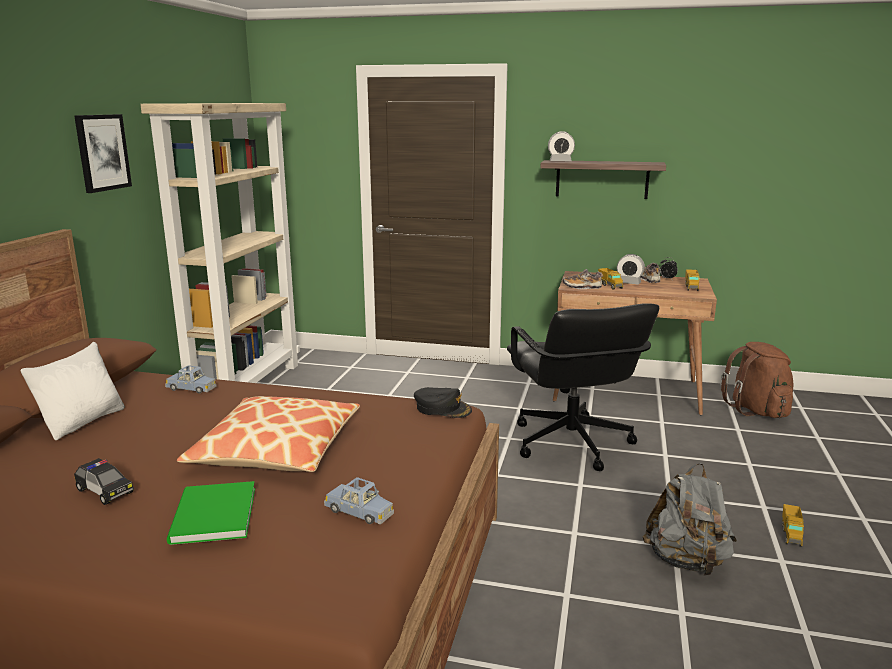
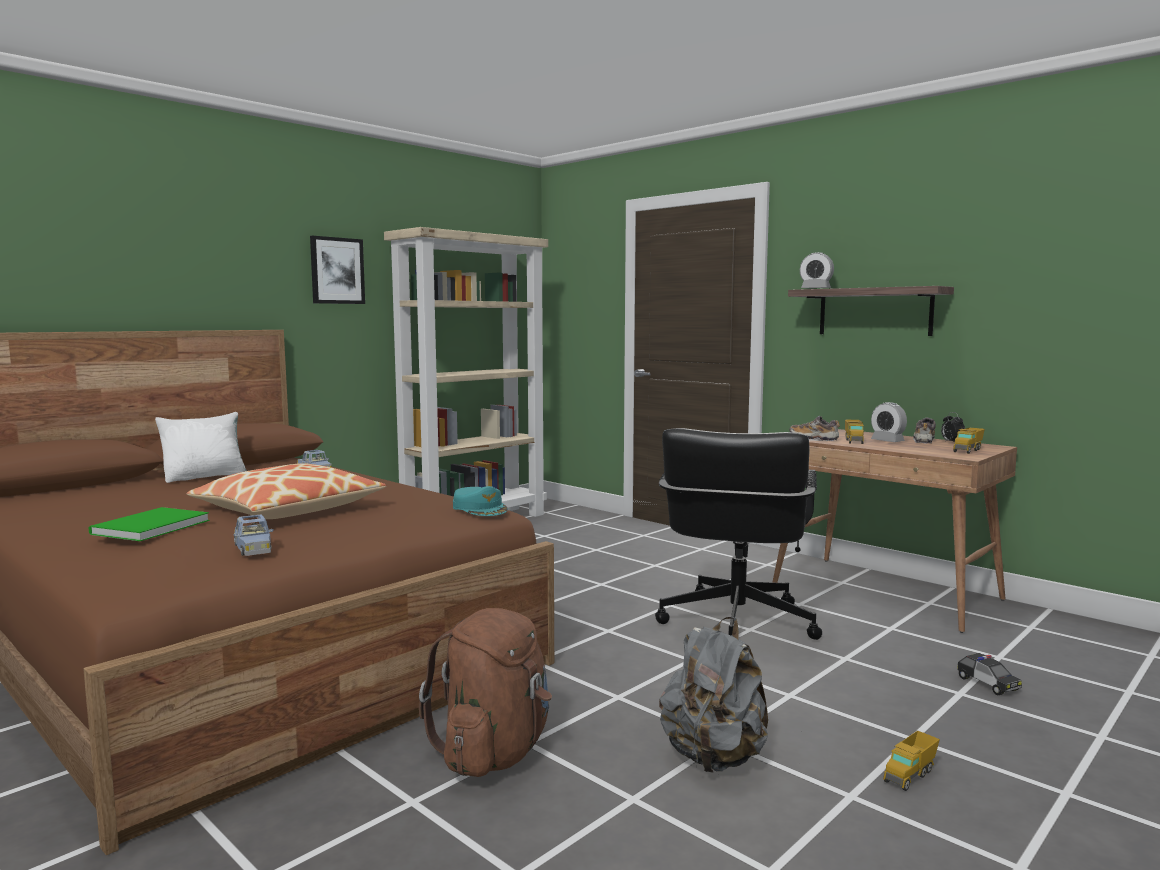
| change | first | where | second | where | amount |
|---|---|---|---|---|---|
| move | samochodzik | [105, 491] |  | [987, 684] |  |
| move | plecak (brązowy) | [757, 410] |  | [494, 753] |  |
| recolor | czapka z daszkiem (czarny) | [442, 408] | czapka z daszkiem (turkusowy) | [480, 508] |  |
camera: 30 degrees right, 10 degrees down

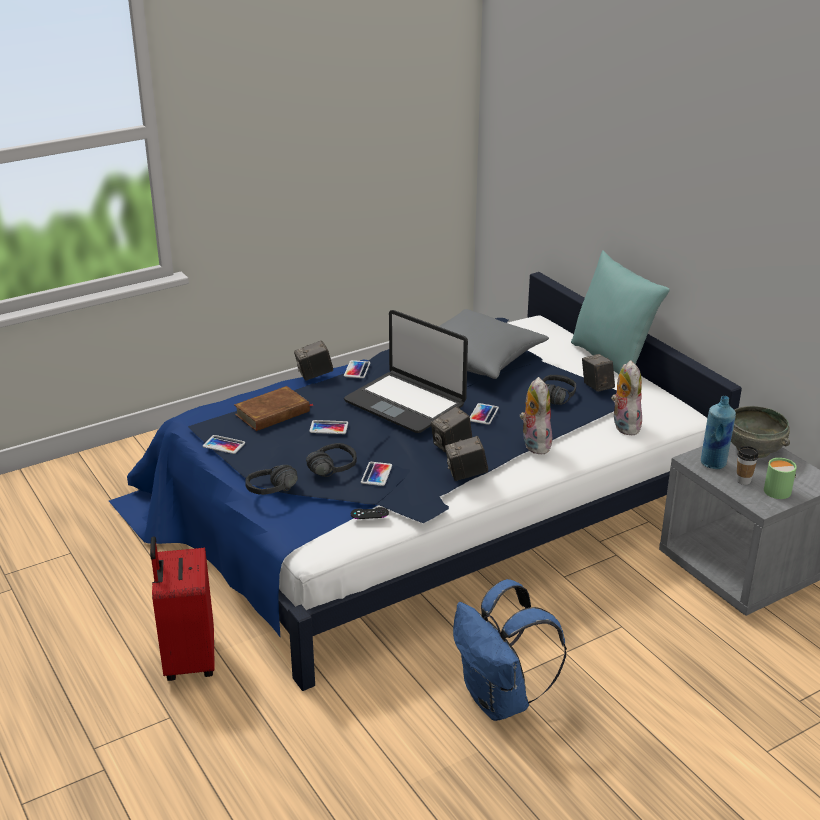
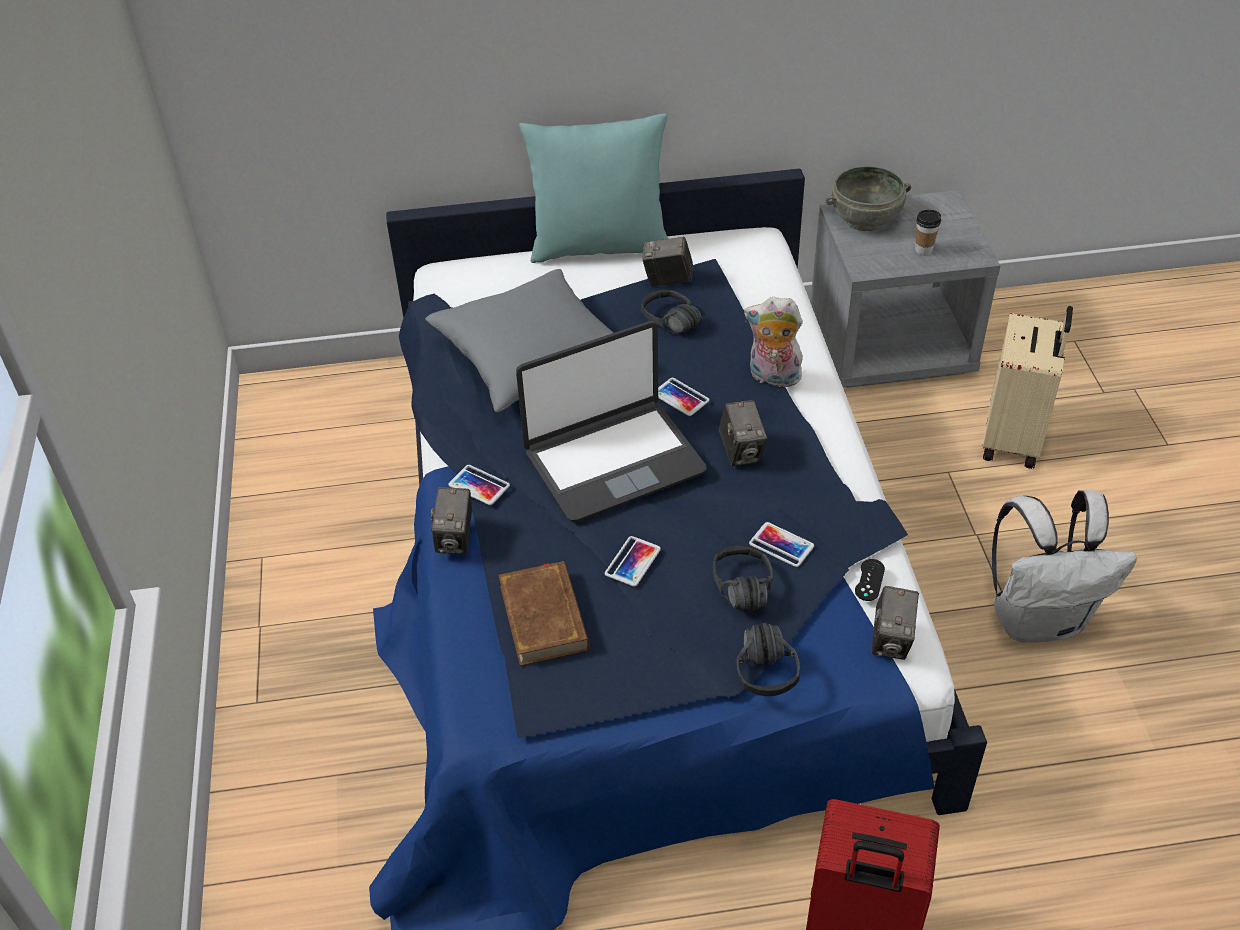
| change | first | where | second | where | amount |
|---|---|---|---|---|---|
| delete | telefon | [224, 445] |  |  |  |
| delete | pluszak | [623, 425] |  |  |  |
| delete | butelka (niebieski) | [713, 463] |  |  |  |
| delete | kubek (zielony) | [776, 489] |  |  |  |
| insert |  |  | walizka (beżowy) | [1014, 440] |  |
| move | aparat fotograficzny | [466, 474] |  | [891, 641] |  |
| recolor | plecak (niebieski) | [500, 700] | plecak (biały) | [1039, 619] |  |
camera: 65 degrees left, 15 degrees up

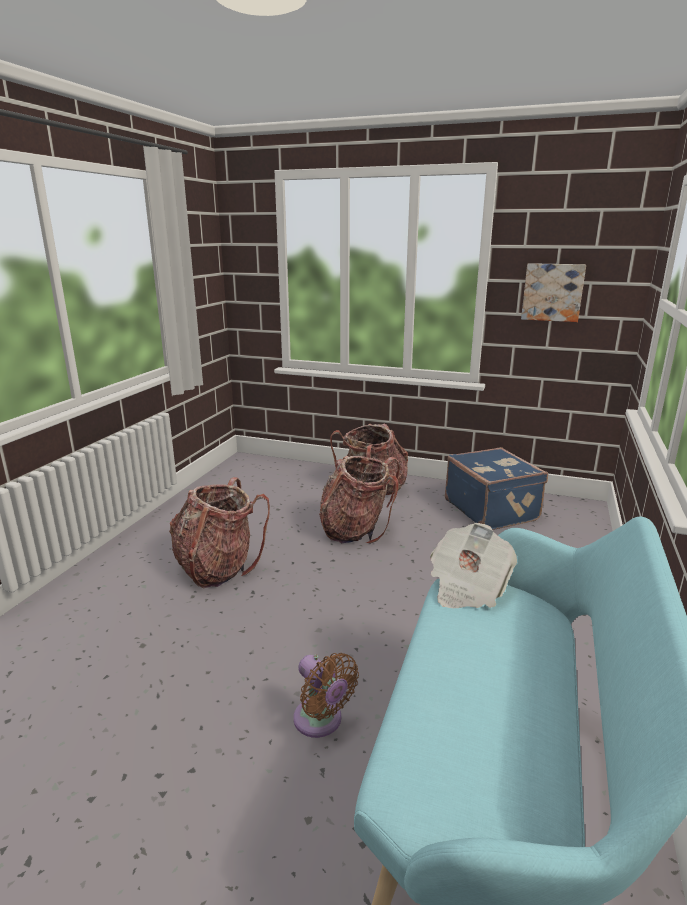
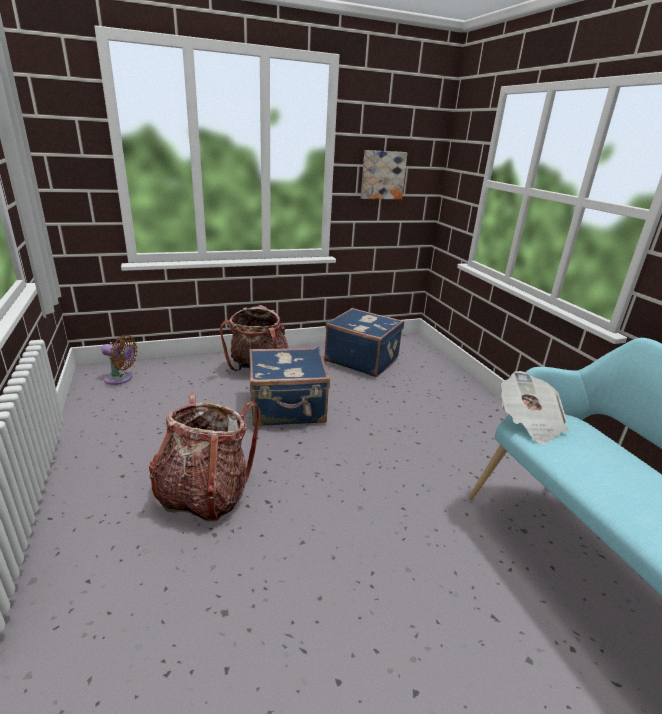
| change | first | where | second | where | amount |
|---|---|---|---|---|---|
| move | wentylator (brązowy) | [321, 721] |  | [121, 378] |  |
| replace | plecak | [356, 530] | walizka (niebieski) | [287, 409] |  |
camera: 40 degrees left, 5 degrees up

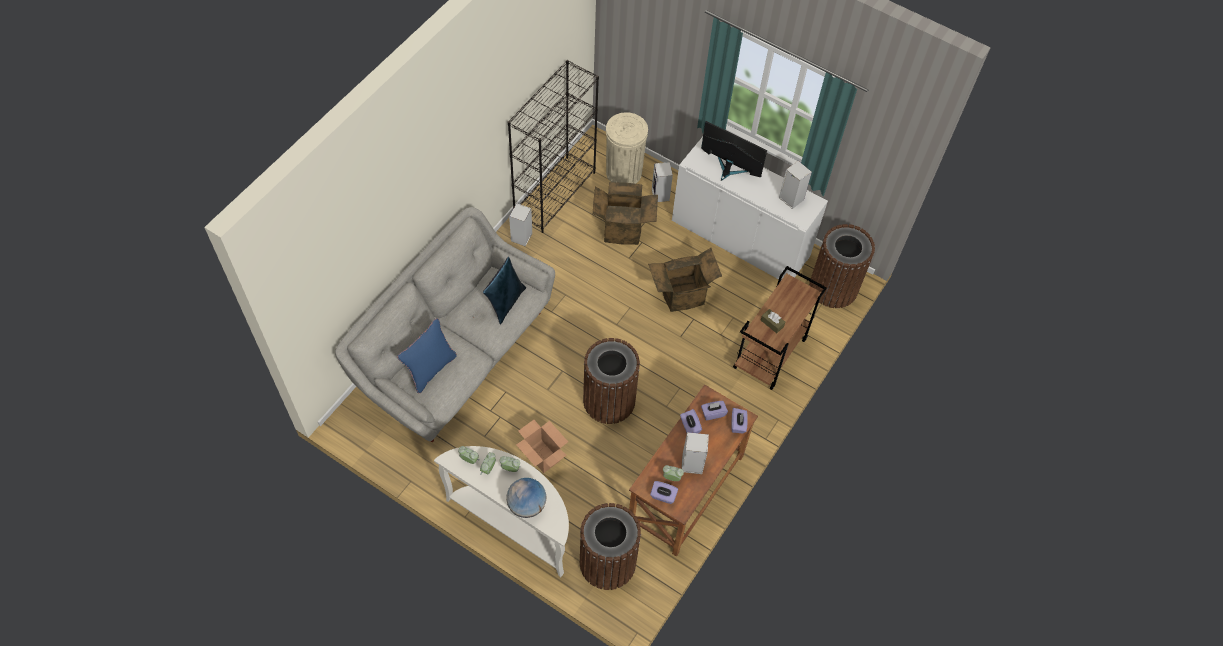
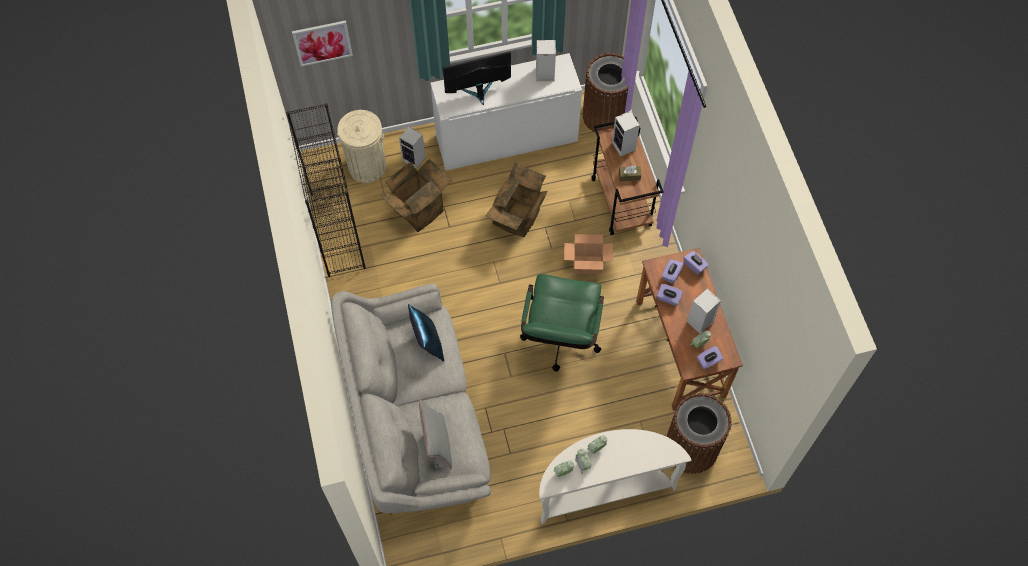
| change | first | where | second | where | amount |
|---|---|---|---|---|---|
| delete | globus | [527, 505] |  |  |  |
| insert |  |  | obraz | [322, 42] |  |
| move | głośnik | [521, 238] |  | [624, 147] |  |
| move | karton | [542, 456] |  | [586, 265] |  |
| replace | kosz na śmieci (brązowy) | [609, 400] | krzesło biurowe (zielony) | [560, 341] |  |
| recolor | poduszka (niebieski) | [430, 369] | poduszka (szary) | [437, 444] |  |
camera: 45 degrees left, 5 degrees up

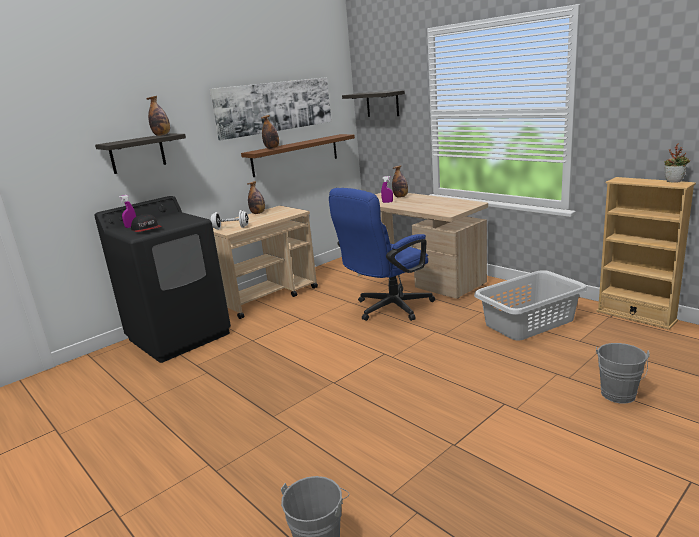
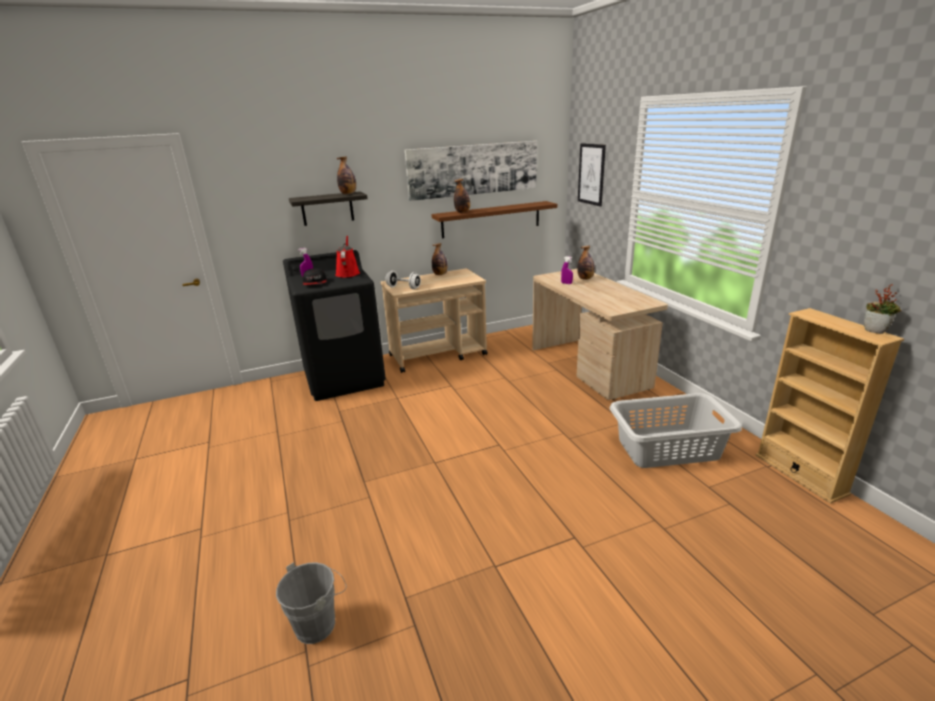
| change | first | where | second | where | amount |
|---|---|---|---|---|---|
| delete | krzesło biurowe (niebieski) | [387, 309] |  |  |  |
| delete | wiadro (szary) | [618, 396] |  |  |  |
| insert |  |  | konewka (czerwony) | [348, 273] |  |
| replace | półka | [382, 104] | obraz | [591, 174] |  |
camera: 20 degrees right, 5 degrees up

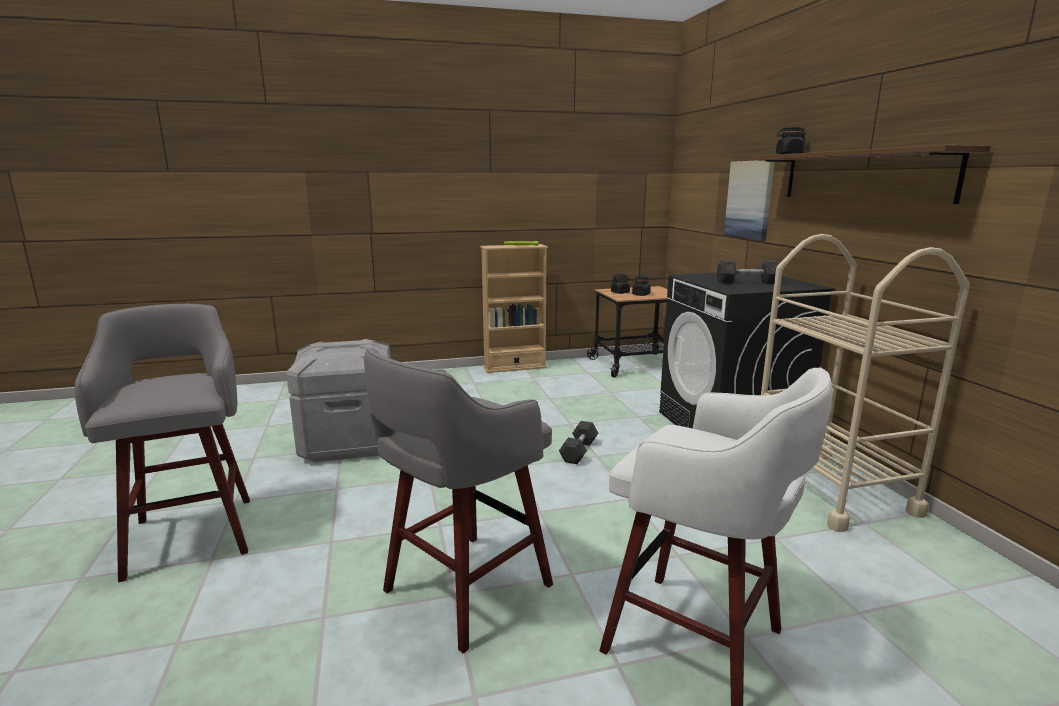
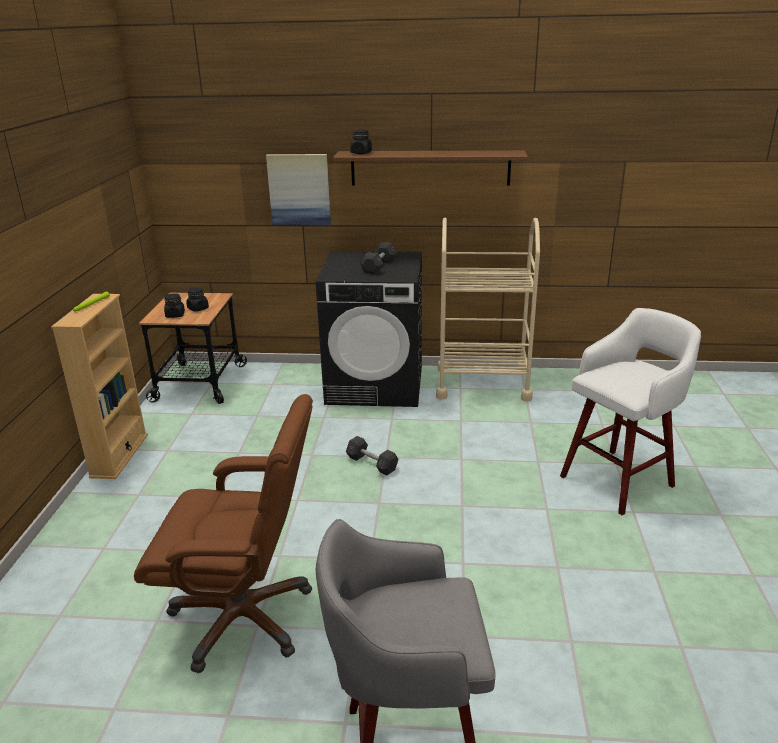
| change | first | where | second | where | amount |
|---|---|---|---|---|---|
| delete | stołek (szary) | [463, 590] |  |  |  |
| replace | pojemnik do przechowywania (szary) | [349, 442] | krzesło biurowe (brązowy) | [244, 617] |  |
camera: 70 degrees left, 10 degrees up

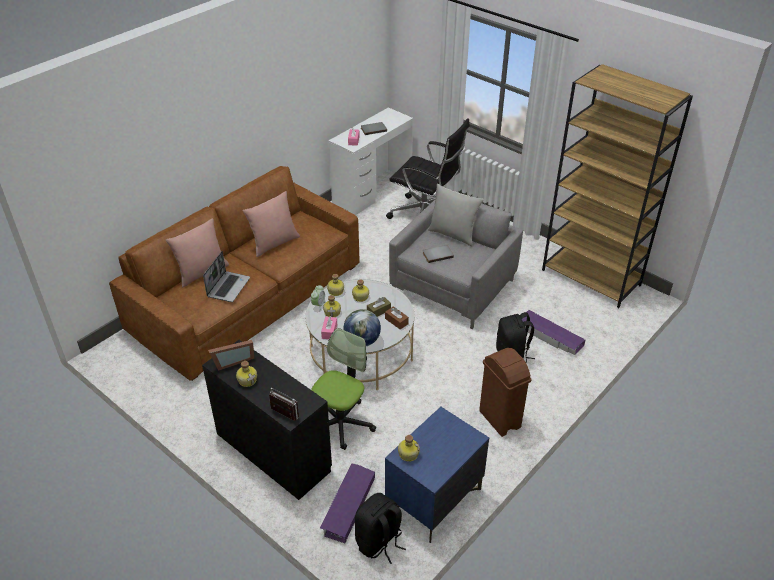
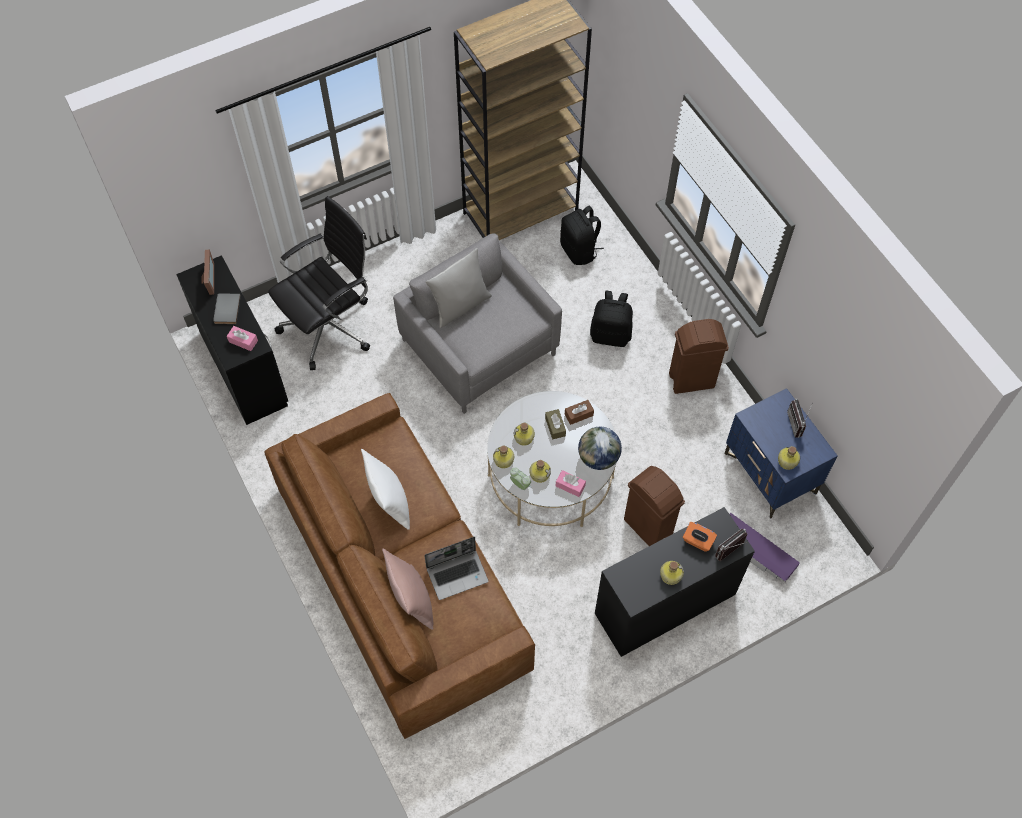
| change | first | where | second | where | amount |
|---|---|---|---|---|---|
| delete | książka (szary) | [437, 254] |  |  |  |
| delete | pojemnik do przechowywania (fioletowy) | [549, 336] |  |  |  |
| insert |  |  | pudełko chusteczek (pomarańczowy) | [697, 541] |  |
| insert |  |  | radio | [798, 424] |  |
| move | ramka na zdjęcie | [232, 361] |  | [207, 281] |  |
| move | plecak (czarny) | [379, 542] |  | [579, 251] |  |
| replace | krzesło biurowe | [341, 423] | kosz na śmieci (brązowy) | [647, 526] |  |
| recolor | poduszka (różowy) | [274, 243] | poduszka (biały) | [389, 502] |  |
| recolor | biurko (biały) | [372, 191] | biurko (czarny) | [243, 368] |  |
| rotate | laptop | [228, 287] |  | [457, 574] | 120 degrees clockwise |
camera: 70 degrees left, 20 degrees up

